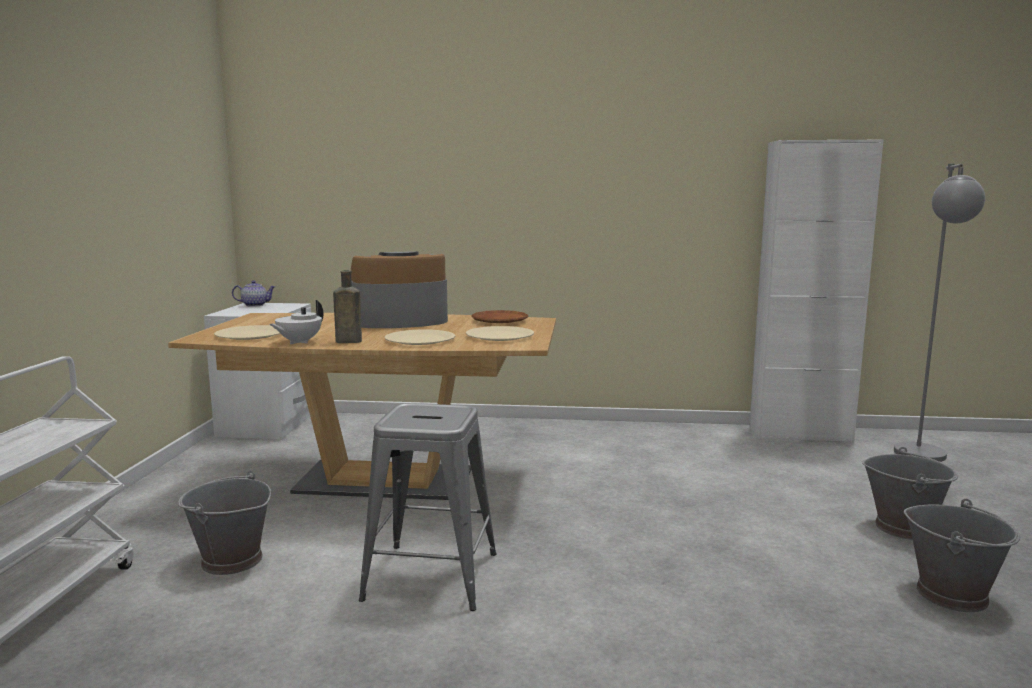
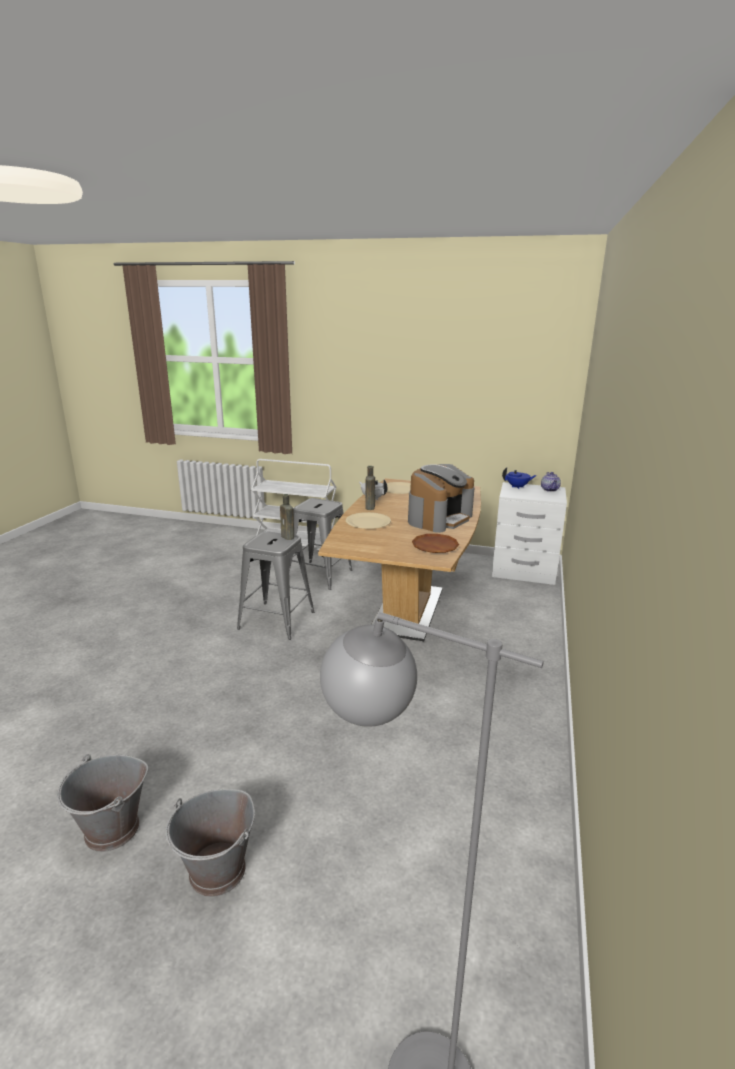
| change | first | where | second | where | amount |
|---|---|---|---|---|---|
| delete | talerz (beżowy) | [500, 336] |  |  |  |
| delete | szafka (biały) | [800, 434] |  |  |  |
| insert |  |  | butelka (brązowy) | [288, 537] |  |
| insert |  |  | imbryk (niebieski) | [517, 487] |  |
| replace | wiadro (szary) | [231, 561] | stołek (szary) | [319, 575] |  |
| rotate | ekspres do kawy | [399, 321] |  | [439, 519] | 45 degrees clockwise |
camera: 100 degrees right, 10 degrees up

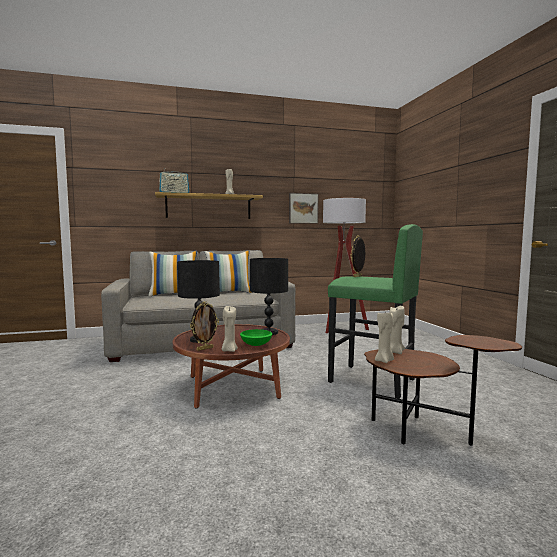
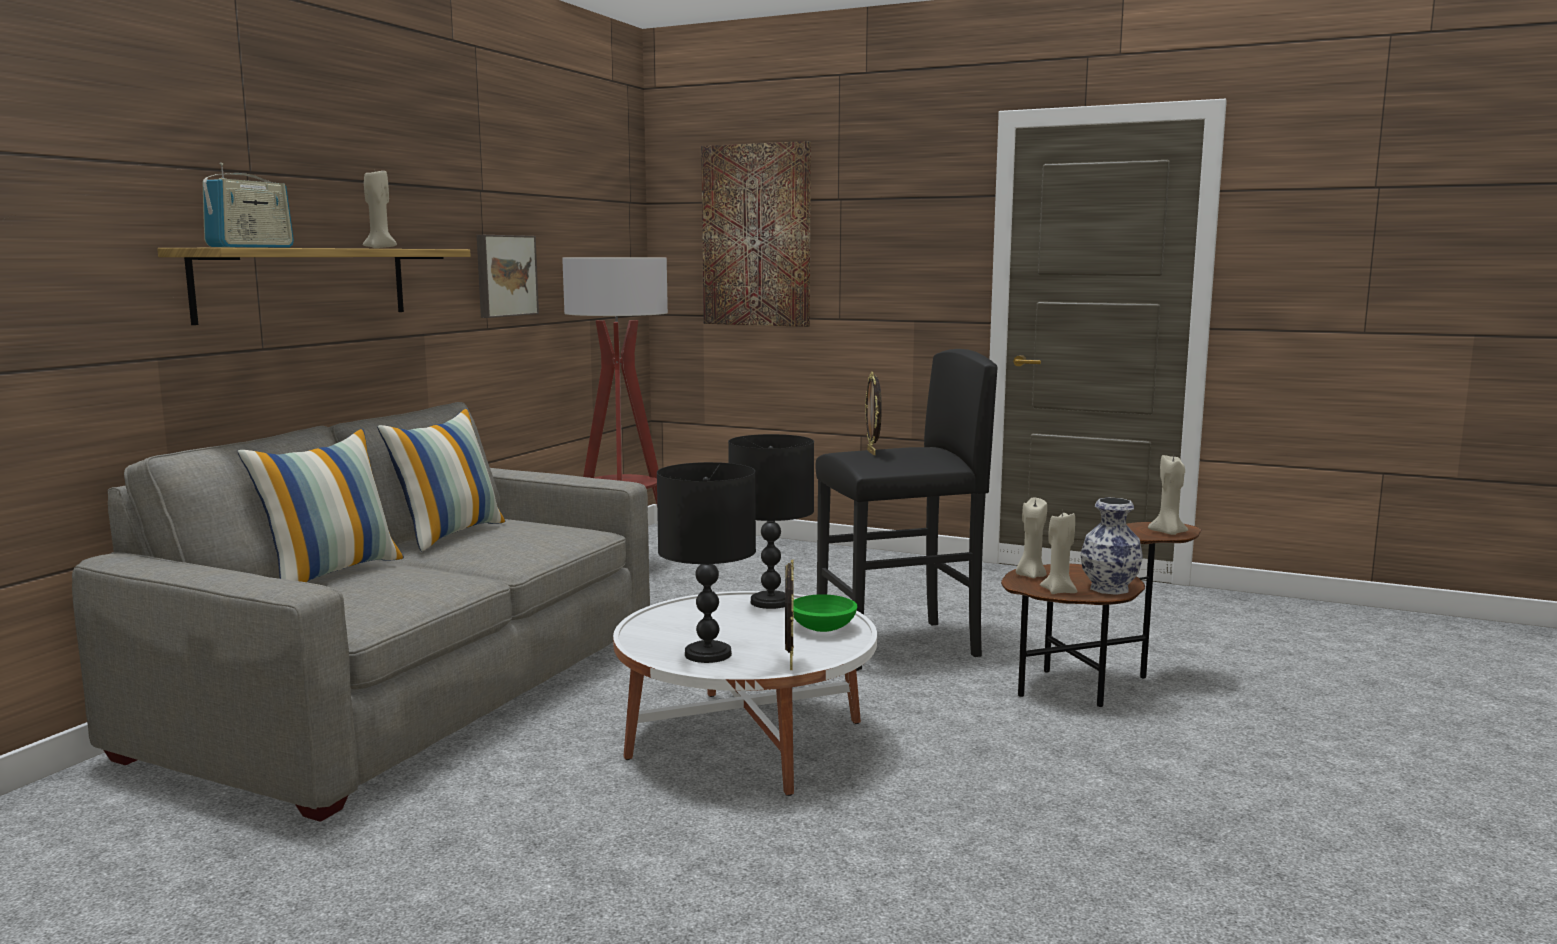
| change | first | where | second | where | amount |
|---|---|---|---|---|---|
| insert |  |  | obraz | [756, 235] |  |
| insert |  |  | wazon | [1110, 588] |  |
| move | świeca (beżowy) | [229, 350] |  | [1168, 533] |  |
| recolor | ława (brązowy) | [232, 387] | ława (biały) | [746, 740] |  |
| recolor | stołek (zielony) | [371, 381] | stołek (czarny) | [898, 646] |  |
camera: 50 degrees left, 5 degrees up

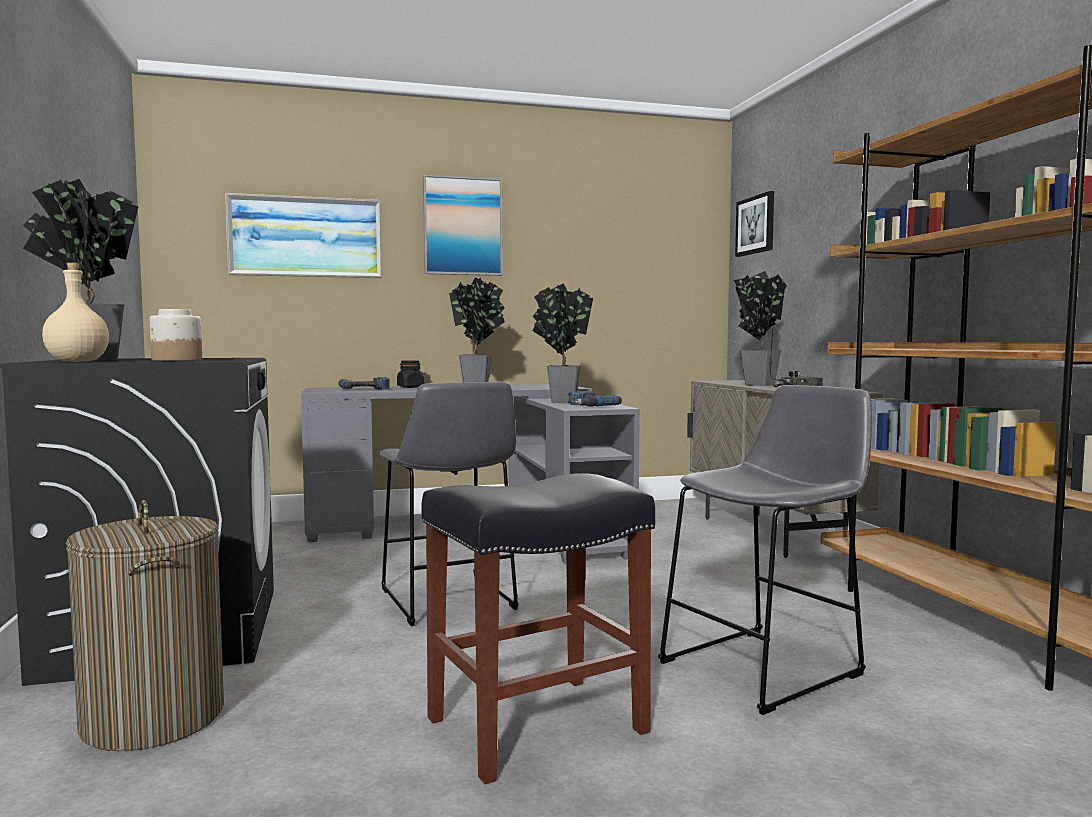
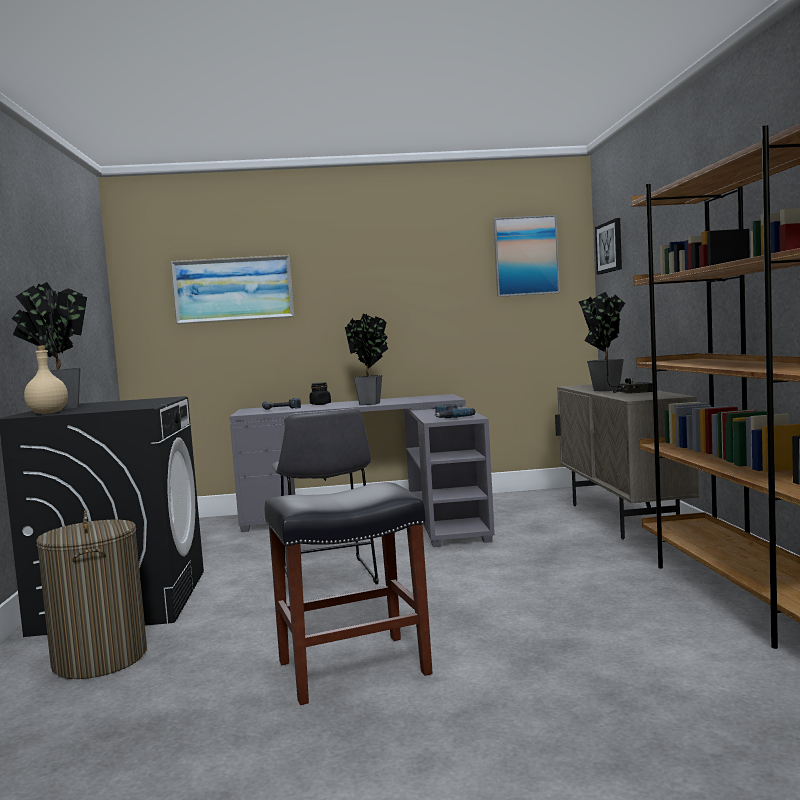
| change | first | where | second | where | amount |
|---|---|---|---|---|---|
| delete | słoik | [176, 360] |  |  |  |
| delete | roślina doniczkowa | [559, 401] |  |  |  |
| delete | stołek (szary) | [768, 666] |  |  |  |
| move | obraz | [462, 226] |  | [526, 256] |  |
camera: 10 degrees right, 0 degrees up

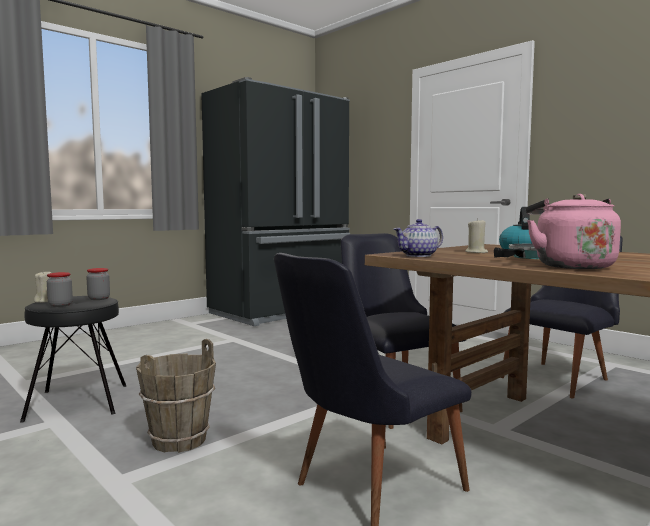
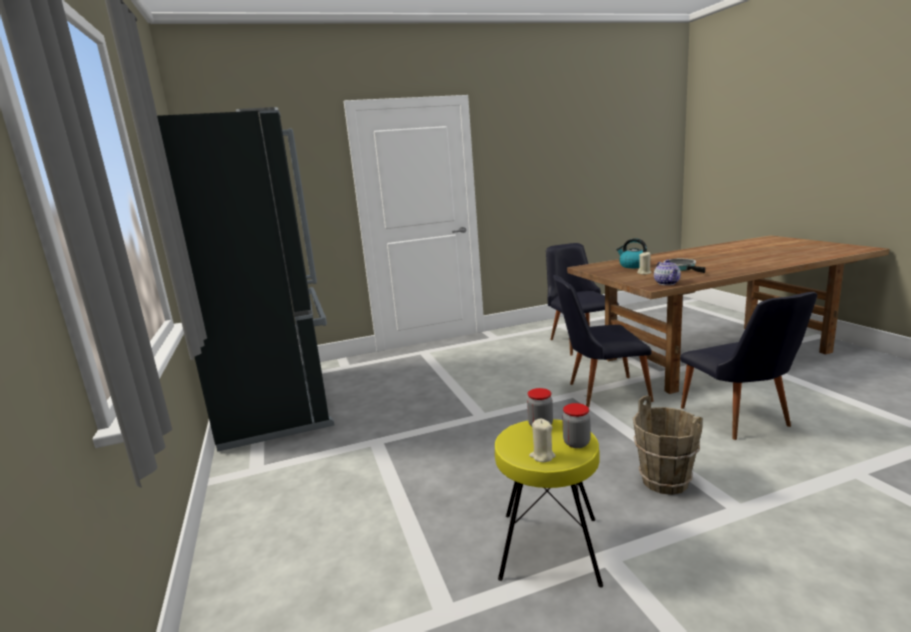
| change | first | where | second | where | amount |
|---|---|---|---|---|---|
| delete | czajnik (różowy) | [570, 266] |  |  |  |
| recolor | stołek (czarny) | [78, 402] | stołek (żółty) | [550, 547] |  |
camera: 65 degrees left, 10 degrees up

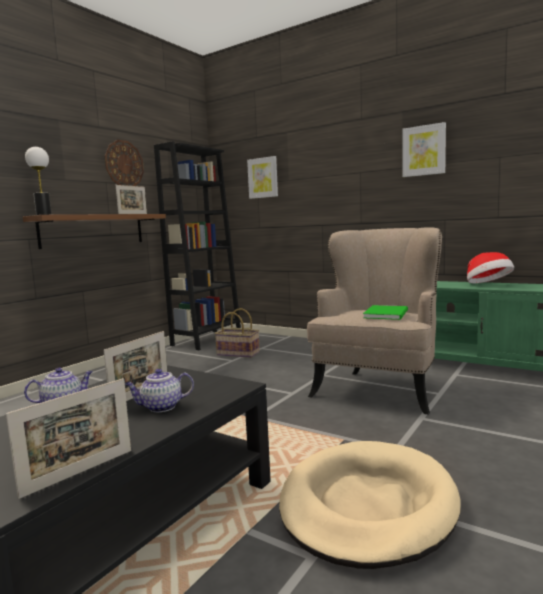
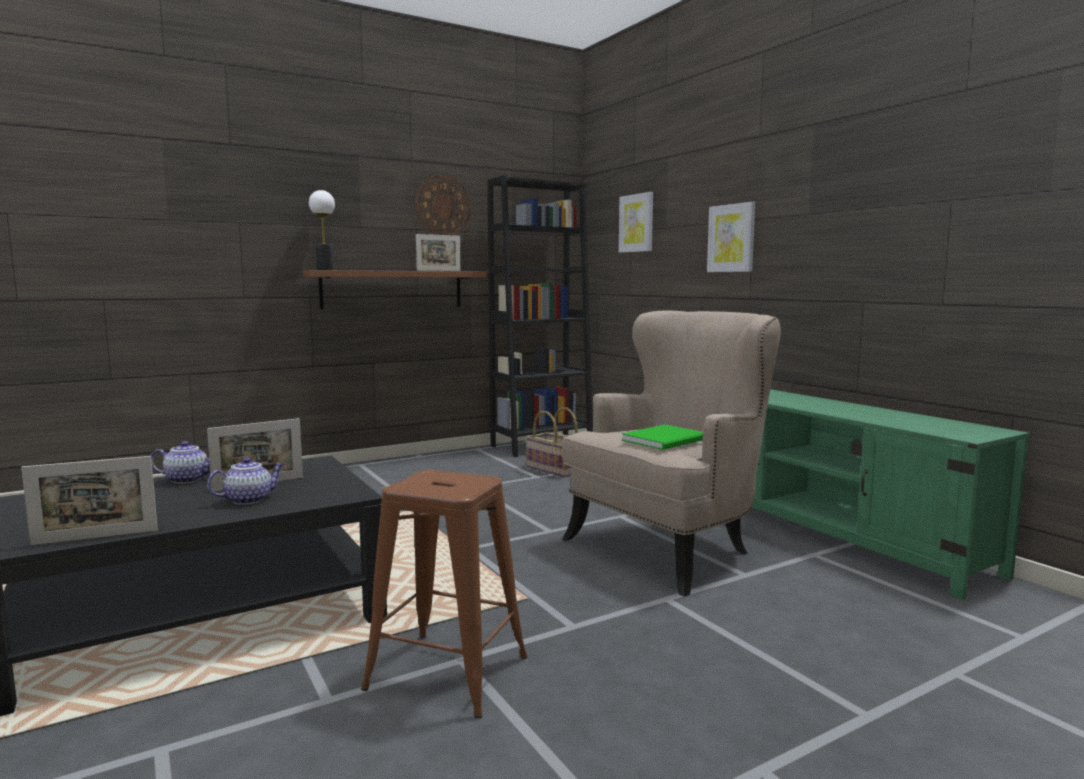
| change | first | where | second | where | amount |
|---|---|---|---|---|---|
| delete | kapelusz | [488, 285] |  |  |  |
| move | obraz | [424, 150] |  | [731, 238] |  |
| replace | legowisko (beżowy) | [367, 506] | stołek (brązowy) | [448, 673] |  |
| rotate | imbryk | [161, 407] |  | [249, 499] | 135 degrees clockwise |
camera: 25 degrees right, 0 degrees up

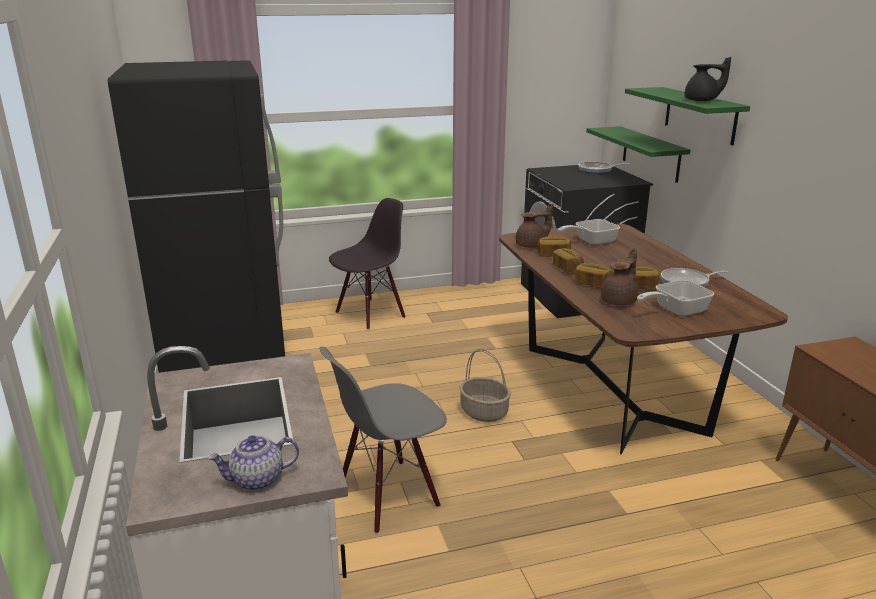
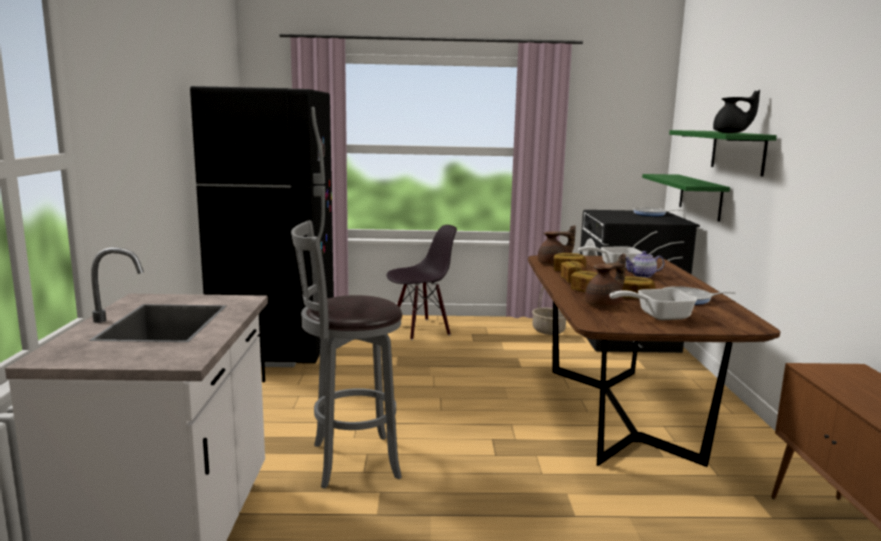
| change | first | where | second | where | amount |
|---|---|---|---|---|---|
| move | imbryk | [257, 480] |  | [642, 275] |  |
| move | koszyk | [485, 412] |  | [549, 331] |  |
| replace | krzesło (szary) | [388, 494] | stołek (szary) | [349, 461] |  |
camera: 15 degrees right, 10 degrees down

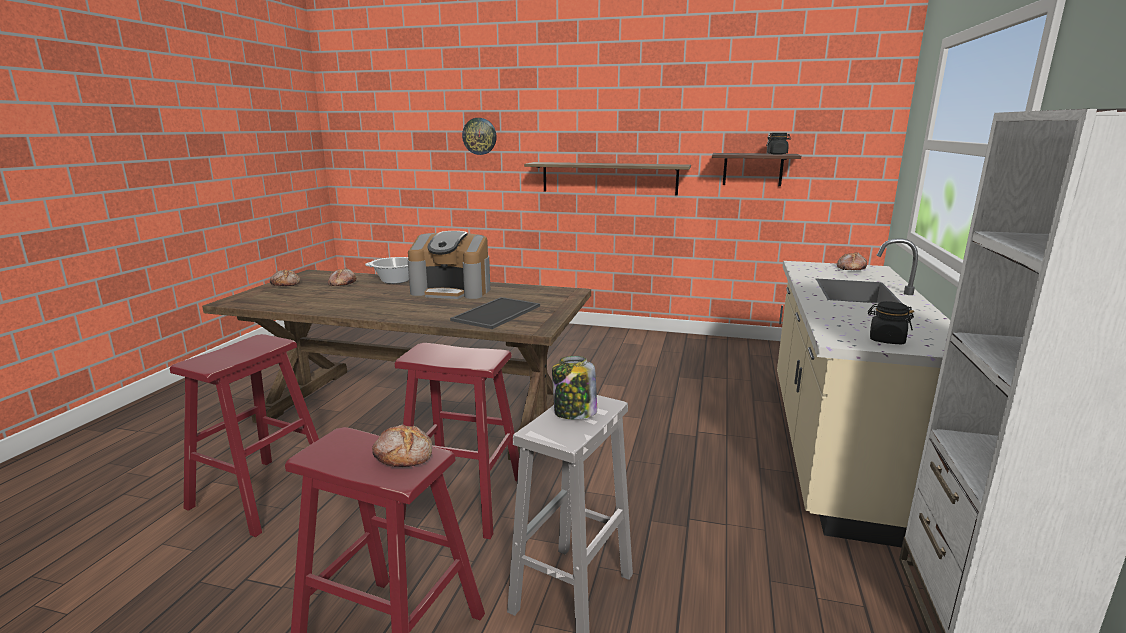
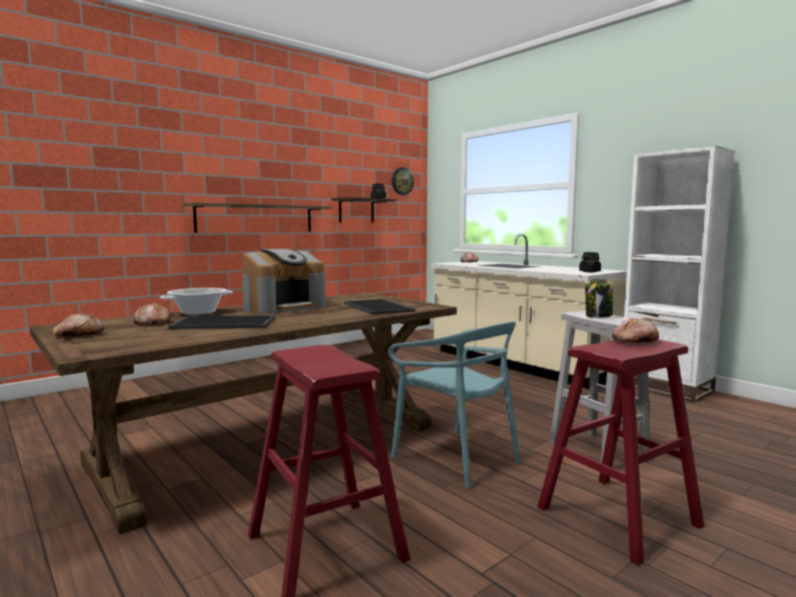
| change | first | where | second | where | amount |
|---|---|---|---|---|---|
| insert |  |  | taca | [223, 323] |  |
| move | zegar ścienny | [479, 136] |  | [402, 181] |  |
| replace | stołek (czerwony) | [462, 499] | krzesło (turkusowy) | [456, 458] |  |
camera: 55 degrees left, 10 degrees down

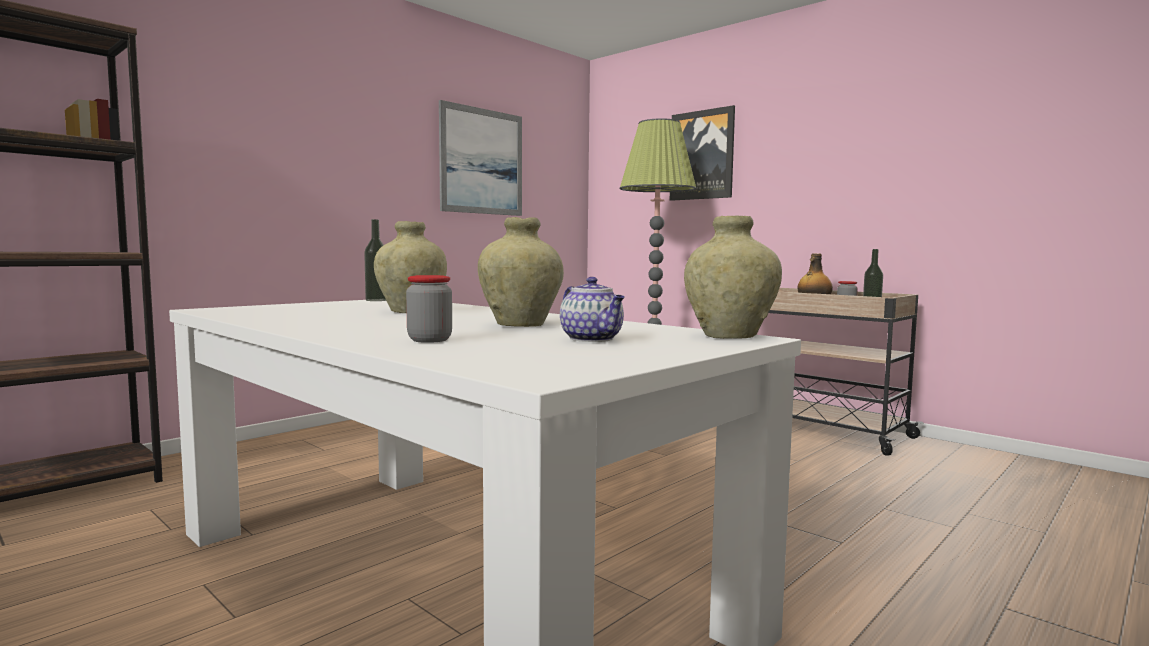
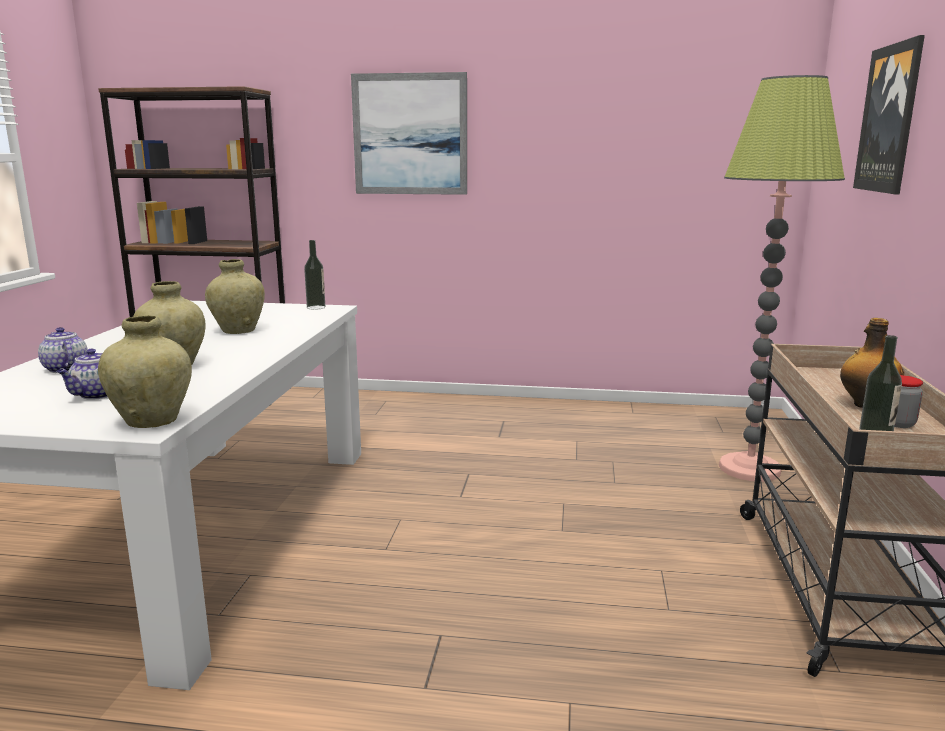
| change | first | where | second | where | amount |
|---|---|---|---|---|---|
| move | obraz | [482, 161] |  | [410, 134] |  |
| replace | słoik | [429, 340] | imbryk | [65, 369] |  |
camera: 55 degrees right, 10 degrees up

